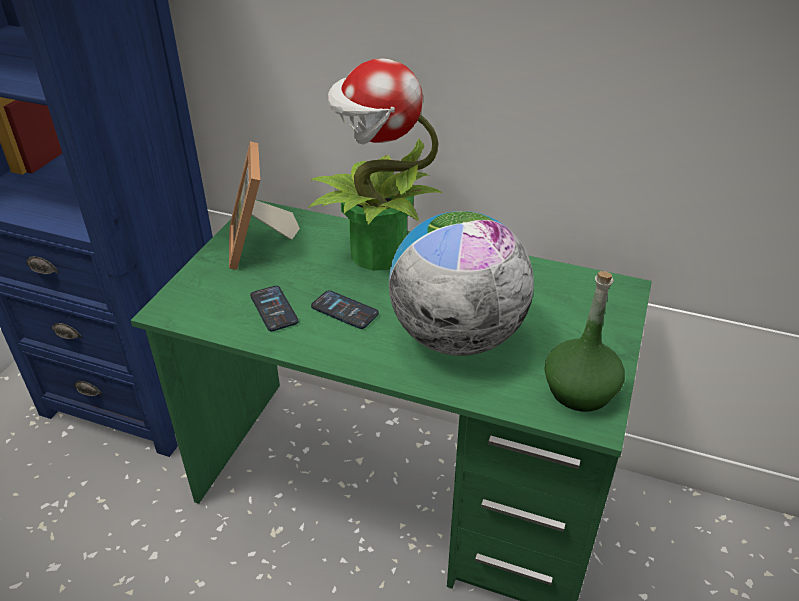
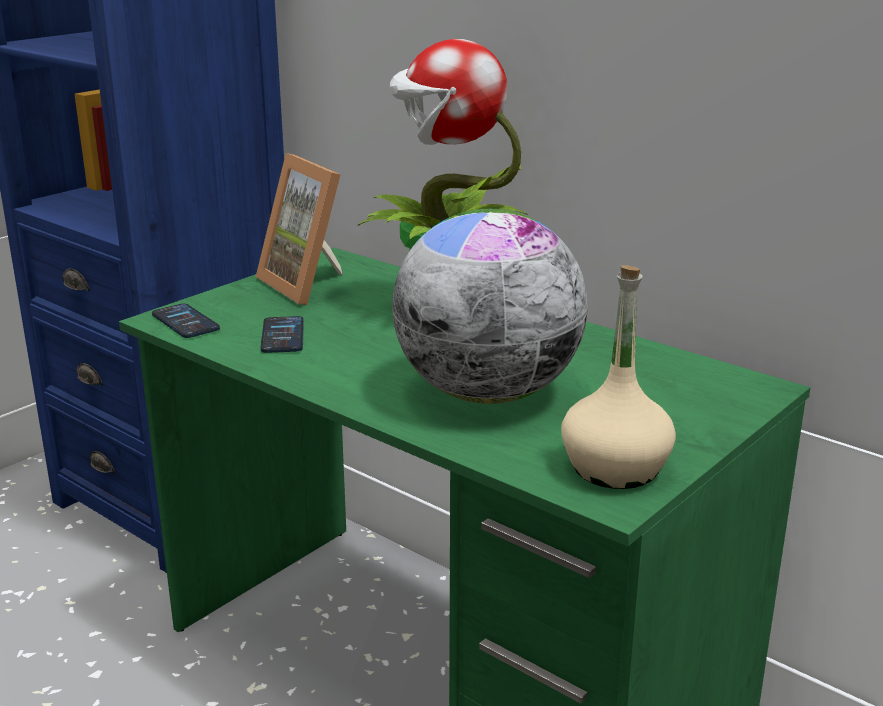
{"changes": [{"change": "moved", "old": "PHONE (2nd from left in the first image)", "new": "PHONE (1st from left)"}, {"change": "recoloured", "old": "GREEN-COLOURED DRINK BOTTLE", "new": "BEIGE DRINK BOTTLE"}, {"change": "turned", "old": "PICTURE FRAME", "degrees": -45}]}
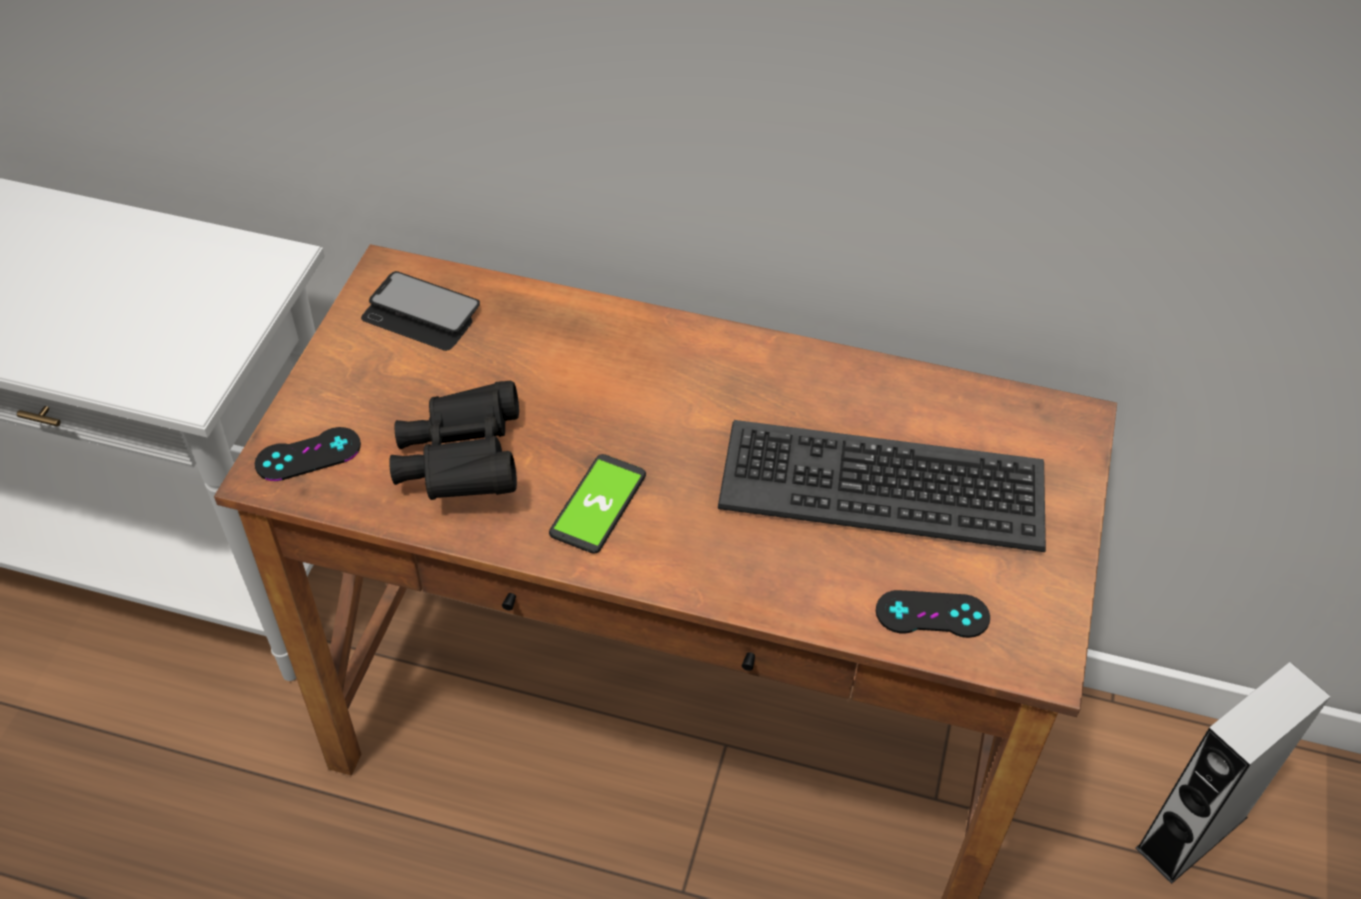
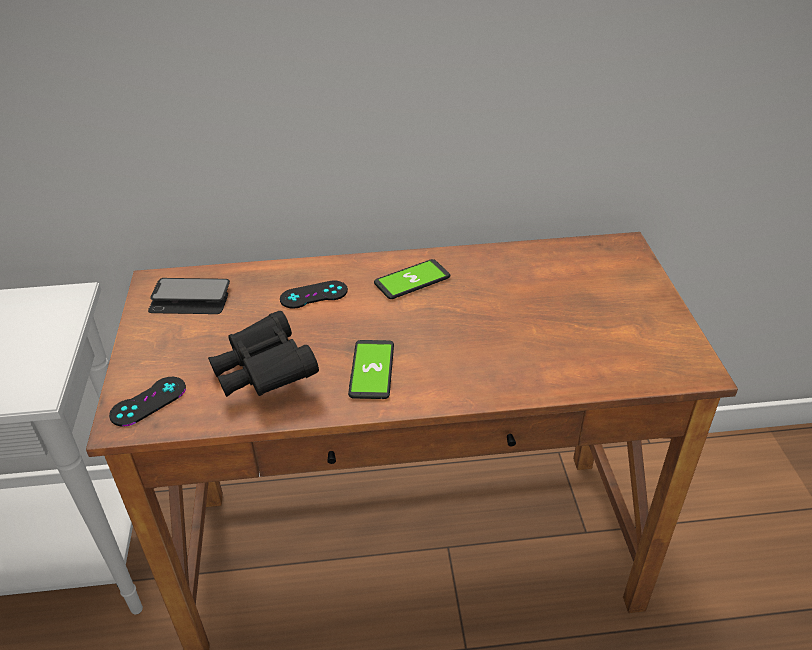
{"changes": [{"change": "removed", "old": "KEYBOARD"}, {"change": "removed", "old": "GREY LOUDSPEAKER"}, {"change": "added", "new": "PHONE (3rd from left)"}, {"change": "moved", "old": "BLACKISH GAME CONTROLLER (2nd from left)"}]}
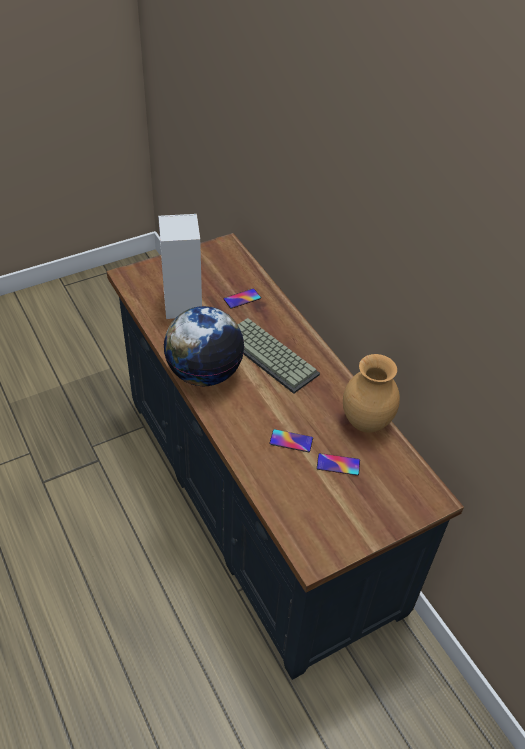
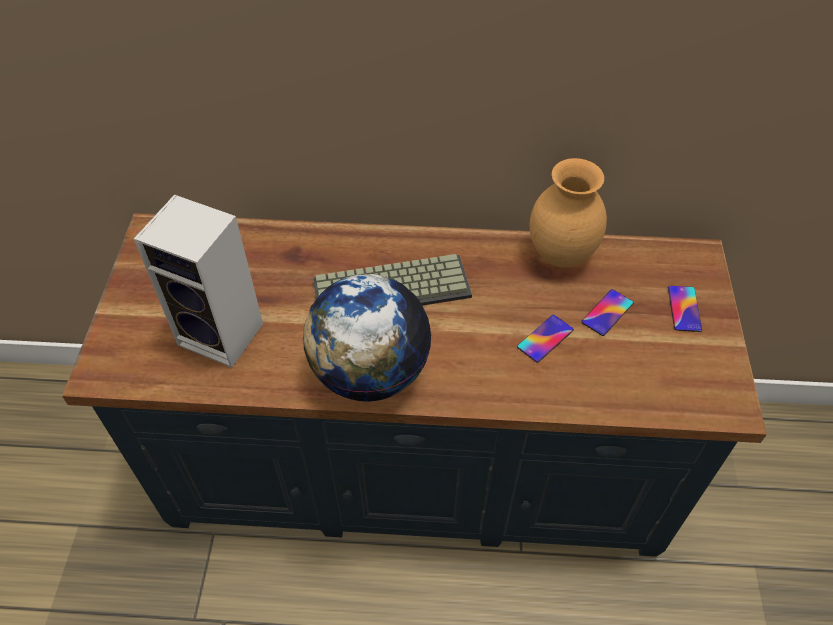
{"changes": [{"change": "moved", "old": "PHONE (1st from left in the first image)", "new": "PHONE (3rd from left)"}]}
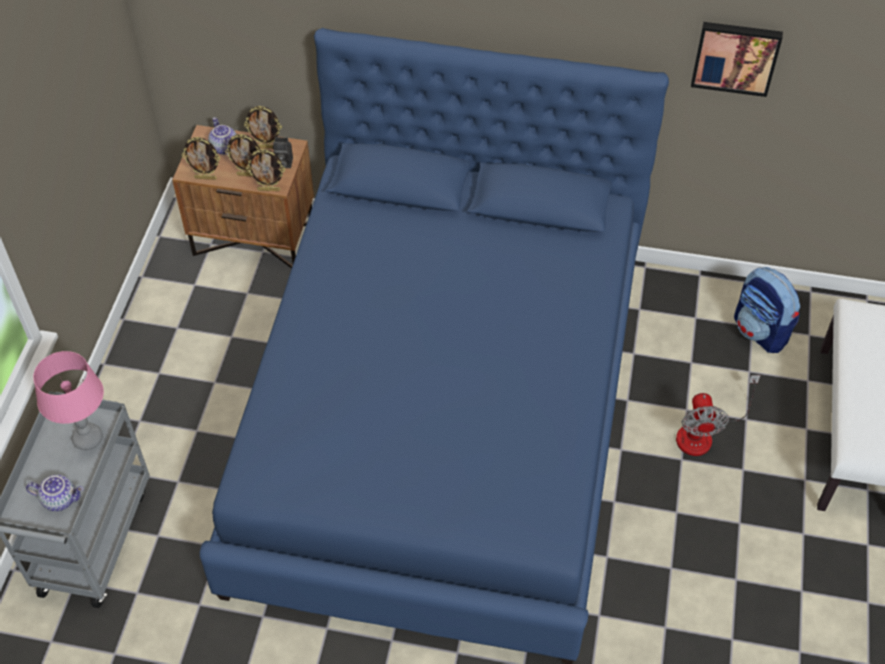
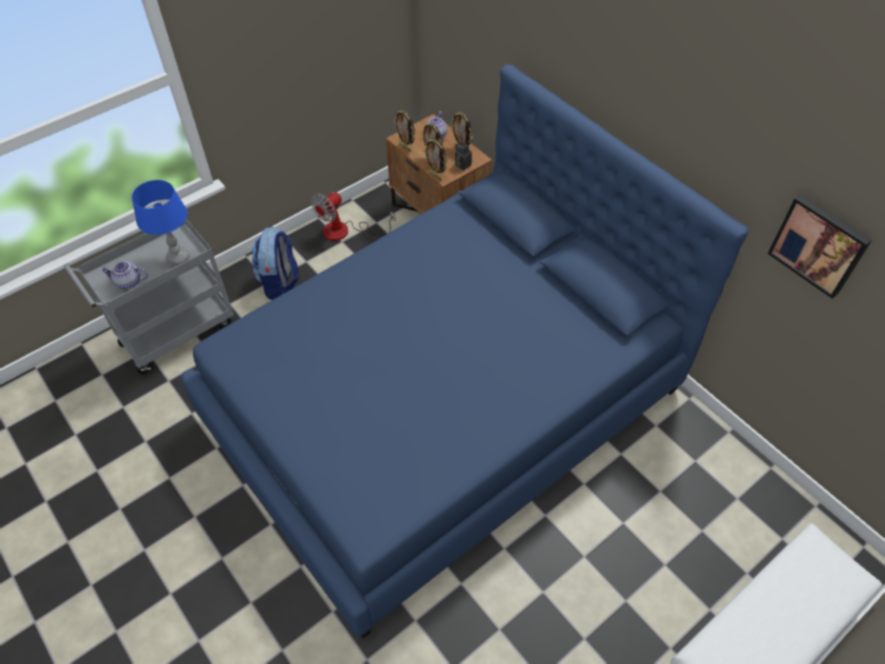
{"changes": [{"change": "moved", "old": "ELECTRIC FAN"}, {"change": "moved", "old": "RUCKSACK"}, {"change": "recoloured", "old": "PINK-COLOURED TABLETOP LAMP", "new": "BLUE-COLOURED TABLETOP LAMP"}, {"change": "turned", "old": "TEA POT (1st from left)", "degrees": 135}]}
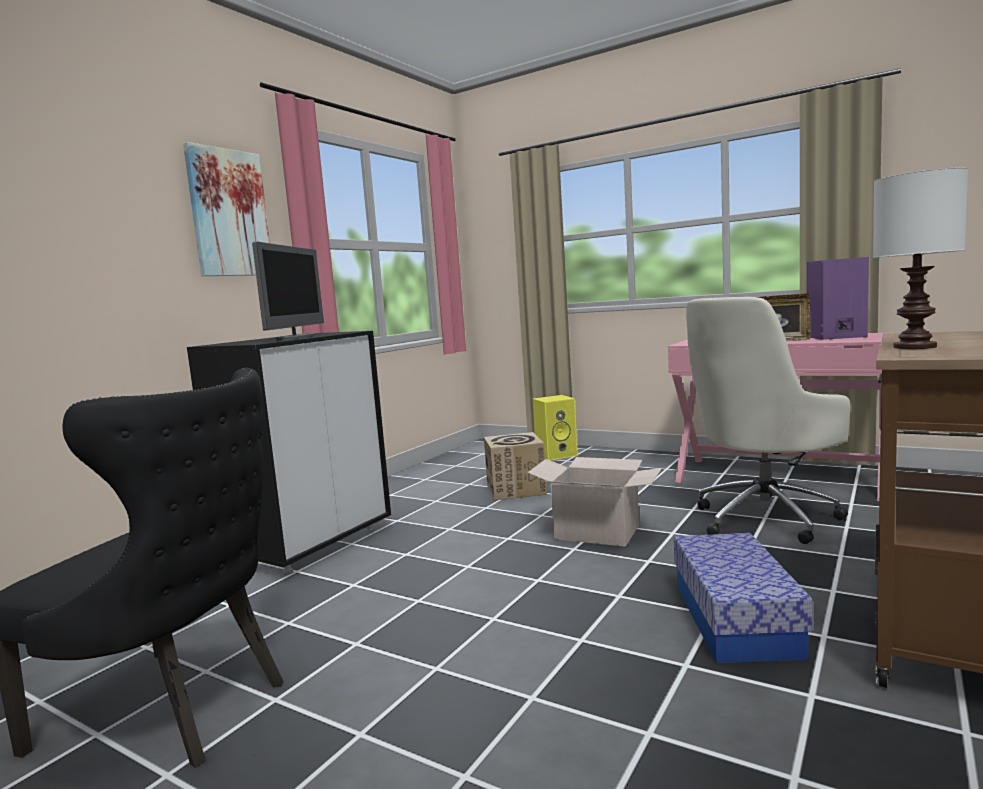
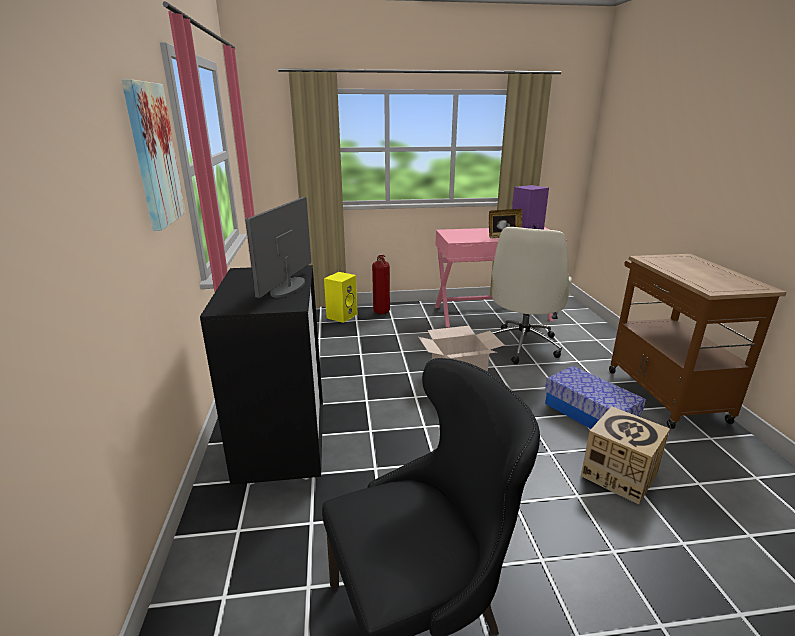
{"changes": [{"change": "removed", "old": "WHITE-COLOURED TABLETOP LAMP"}, {"change": "added", "new": "FIRE EXTINGUISHER"}, {"change": "moved", "old": "CARTON (1st from left in the first image)", "new": "CARTON (2nd from left)"}, {"change": "turned", "old": "MONITOR", "degrees": -135}]}
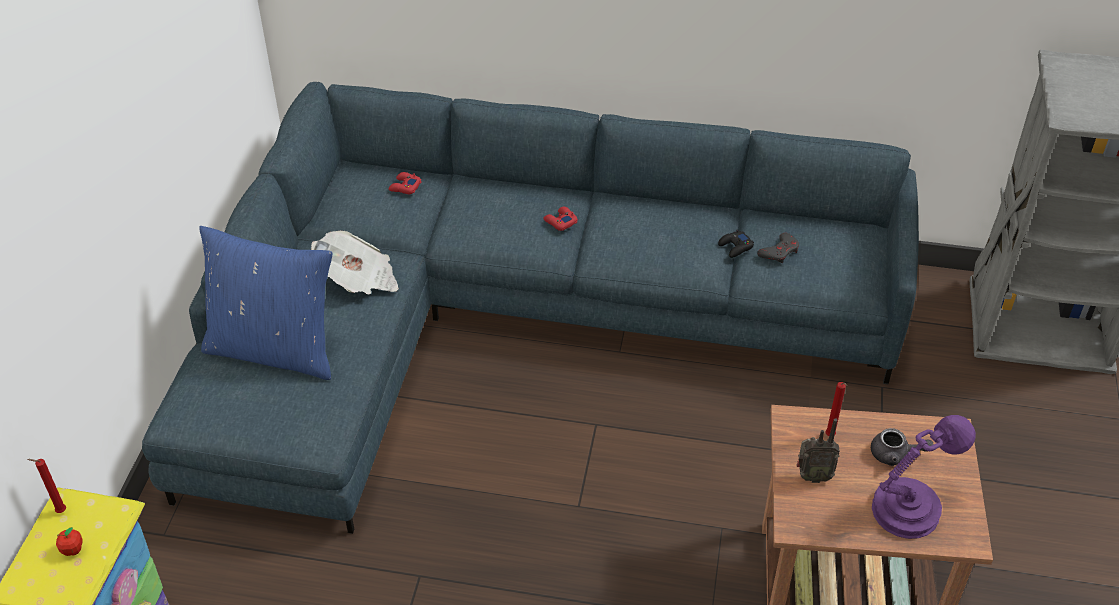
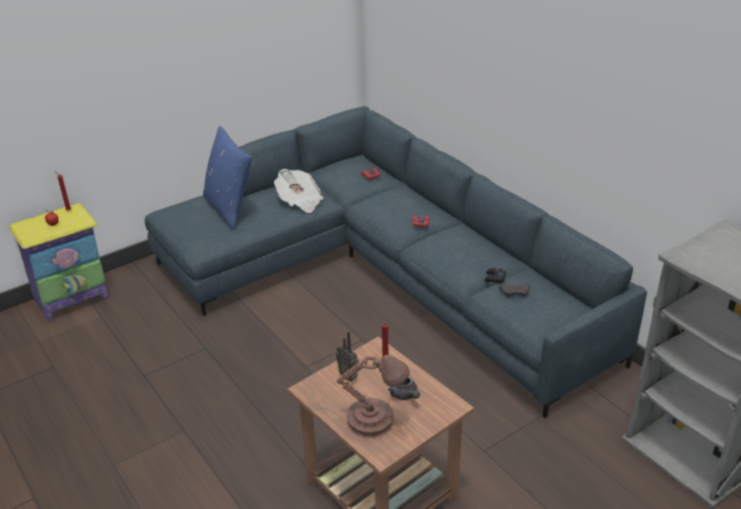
{"changes": [{"change": "recoloured", "old": "PURPLE-COLOURED TABLETOP LAMP", "new": "BROWN TABLETOP LAMP"}]}
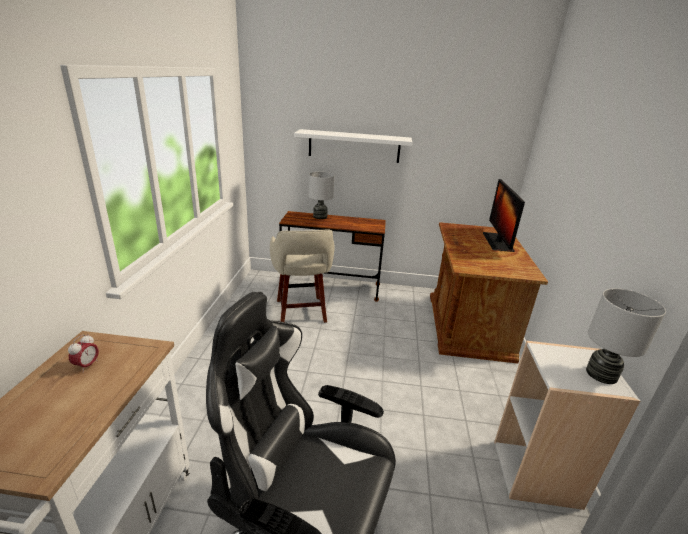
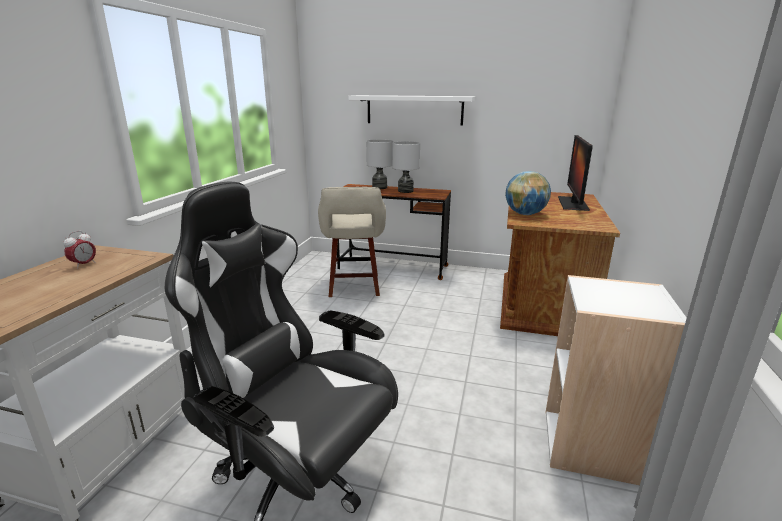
{"changes": [{"change": "added", "new": "DESK GLOBE"}, {"change": "moved", "old": "GREY TABLETOP LAMP (2nd from left)"}]}
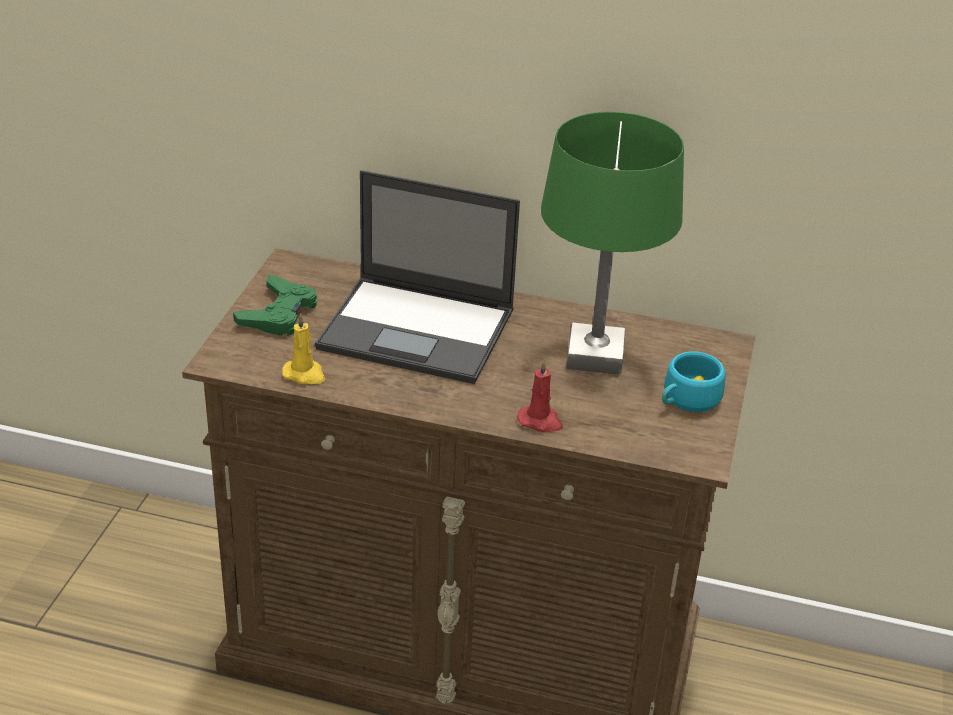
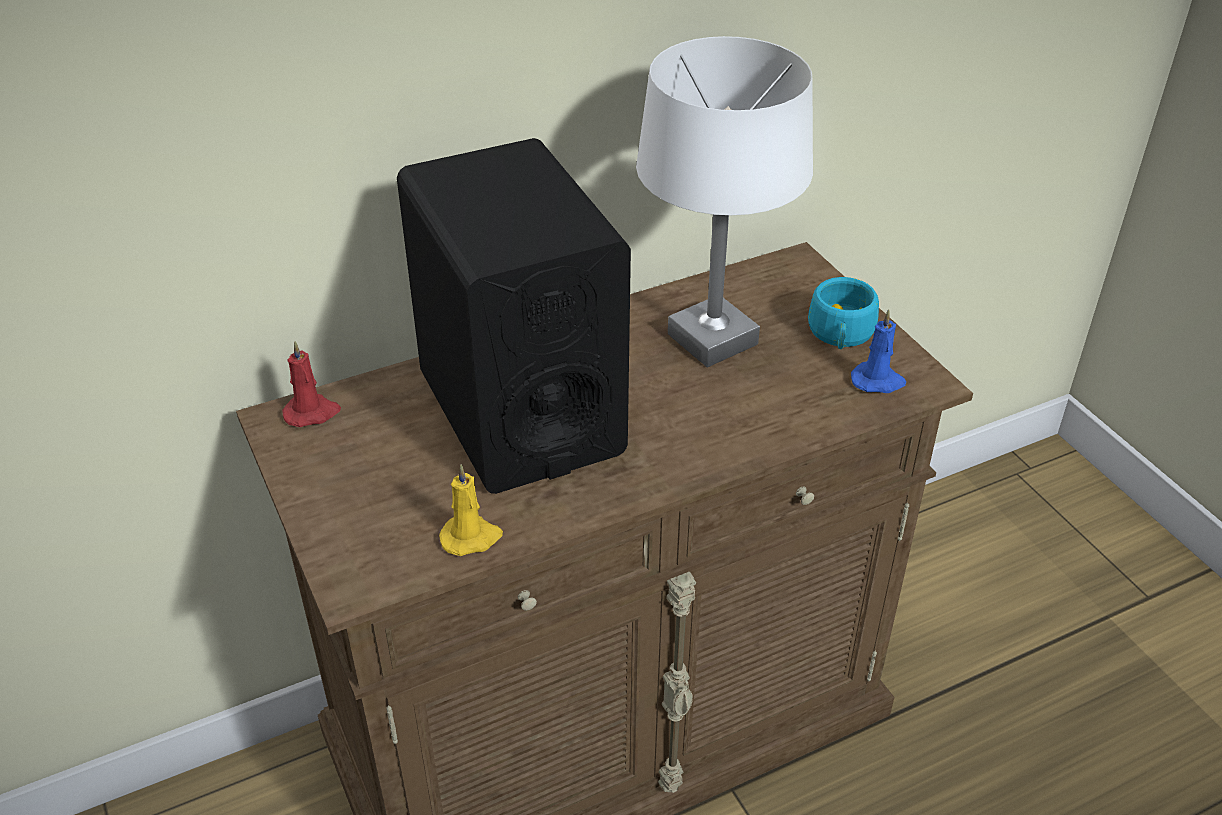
{"changes": [{"change": "removed", "old": "GREEN-COLOURED GAME CONTROLLER"}, {"change": "added", "new": "BLUE-COLOURED WAX LIGHT"}, {"change": "moved", "old": "RED WAX LIGHT"}, {"change": "replaced", "old": "PORTABLE COMPUTER", "new": "BLACKISH LOUDSPEAKER"}, {"change": "recoloured", "old": "GREEN-COLOURED TABLETOP LAMP", "new": "WHITE-COLOURED TABLETOP LAMP"}]}
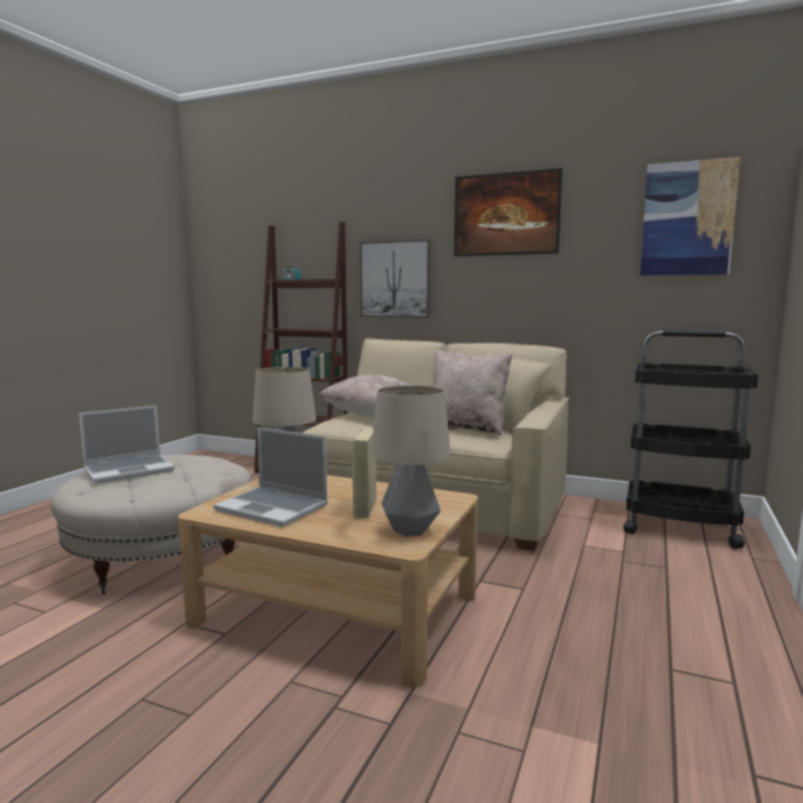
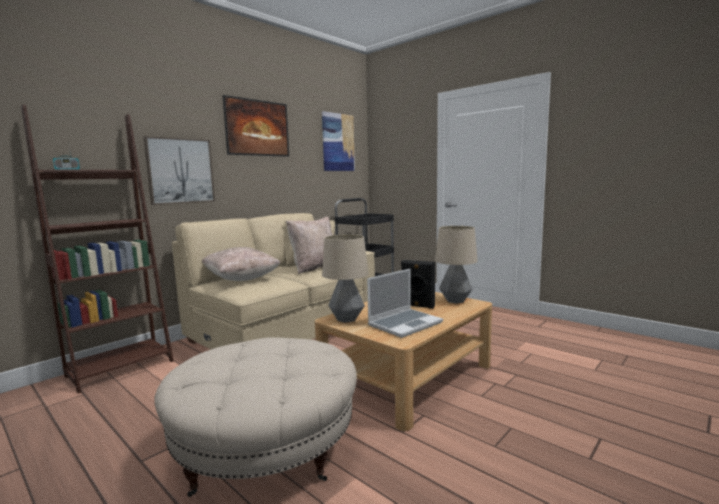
{"changes": [{"change": "removed", "old": "PORTABLE COMPUTER (1st from left)"}, {"change": "recoloured", "old": "BEIGE LOUDSPEAKER", "new": "BLACKISH LOUDSPEAKER"}]}
